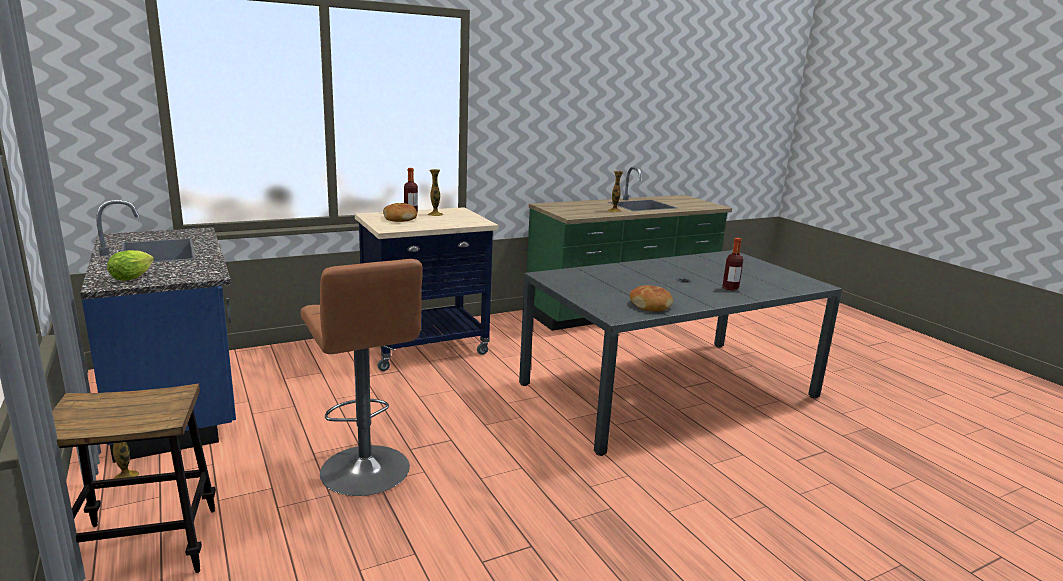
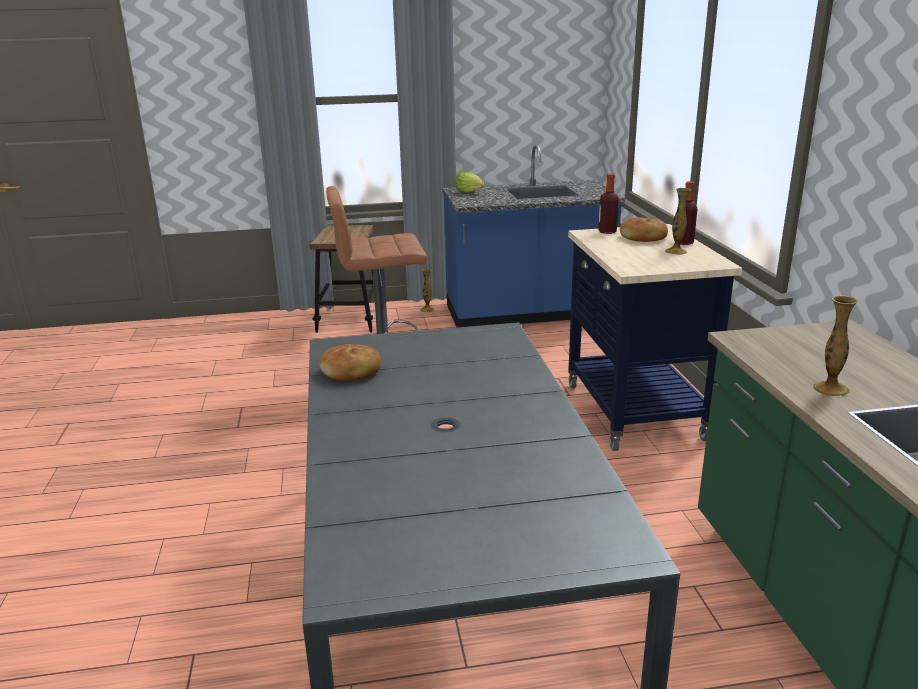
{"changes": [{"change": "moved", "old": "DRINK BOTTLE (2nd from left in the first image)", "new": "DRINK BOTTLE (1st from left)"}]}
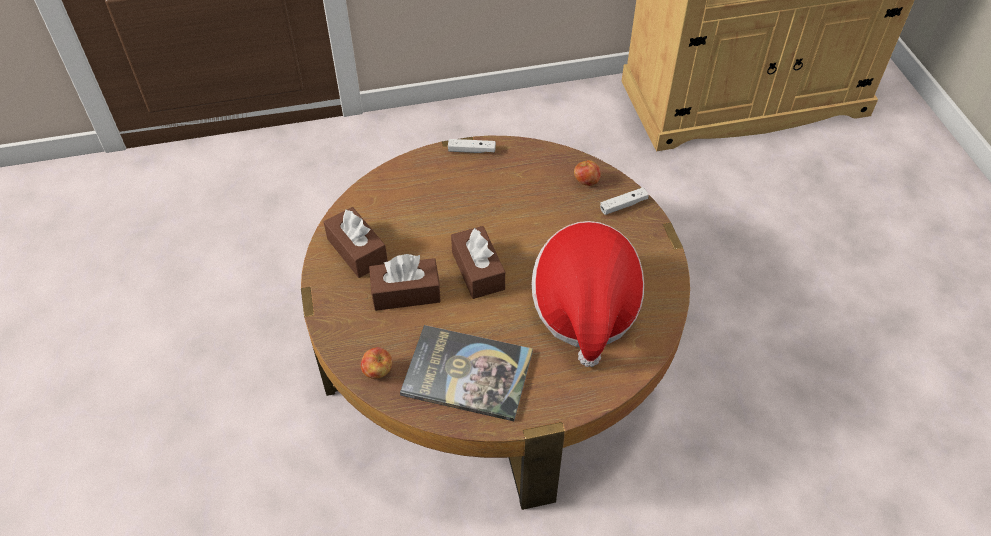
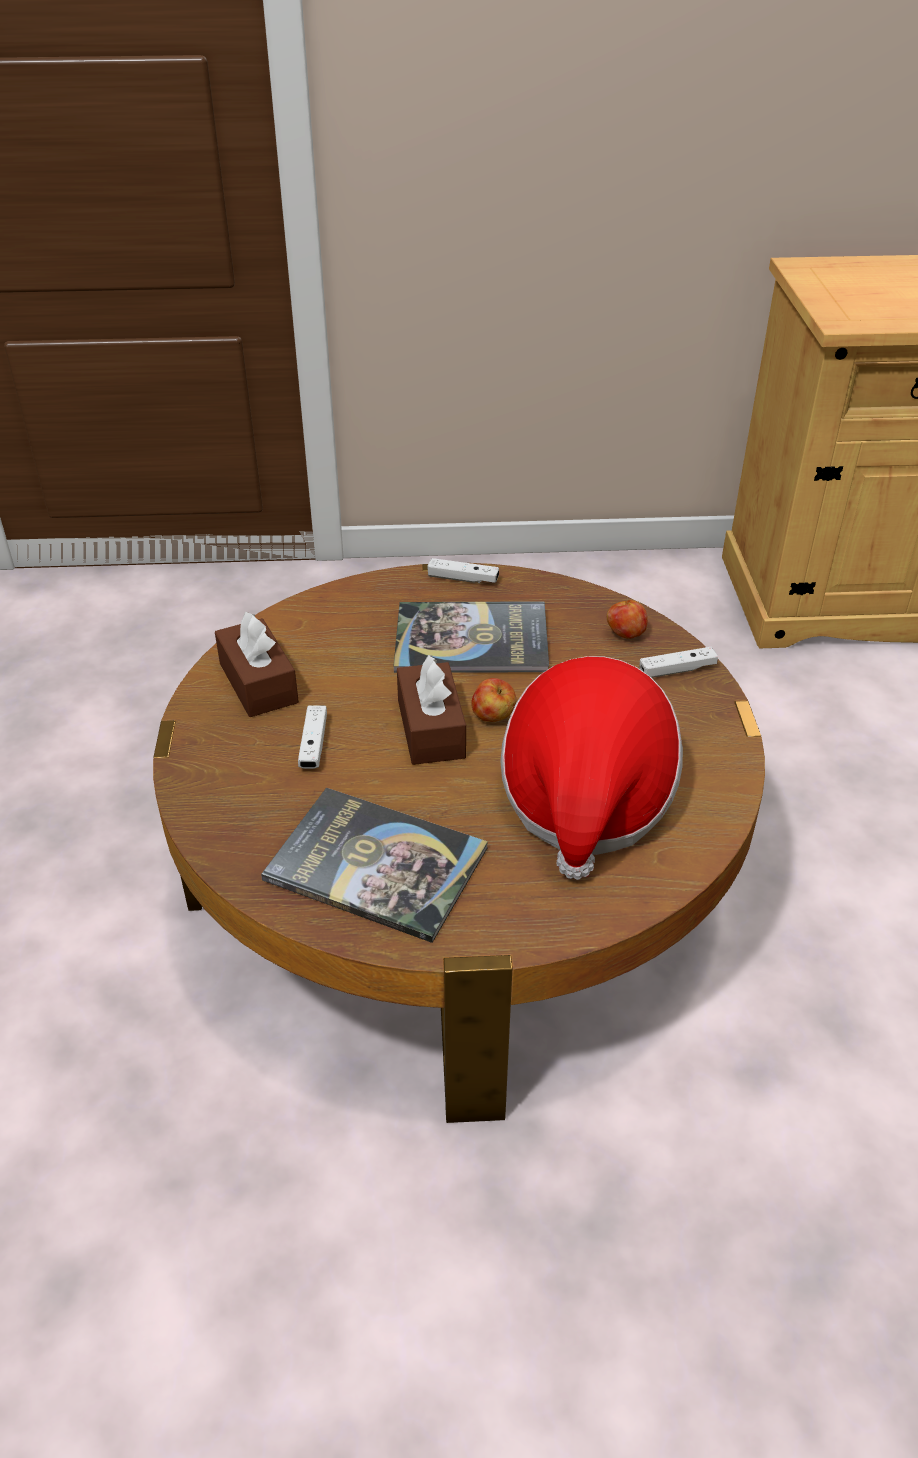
{"changes": [{"change": "added", "new": "BOOK (2nd from left)"}, {"change": "moved", "old": "WHOLE APPLE (1st from left)"}, {"change": "replaced", "old": "BROWN BOX OF TISSUES (2nd from left)", "new": "WHITE-COLOURED GAME CONTROLLER (1st from left)"}]}
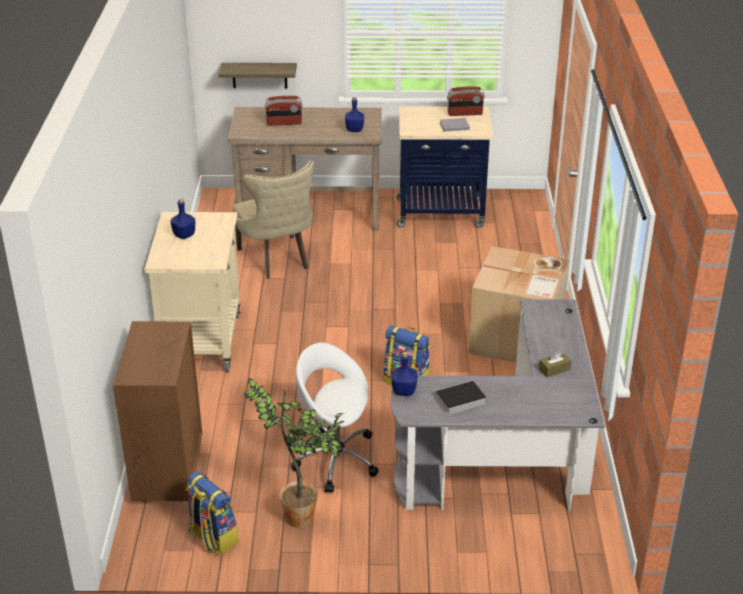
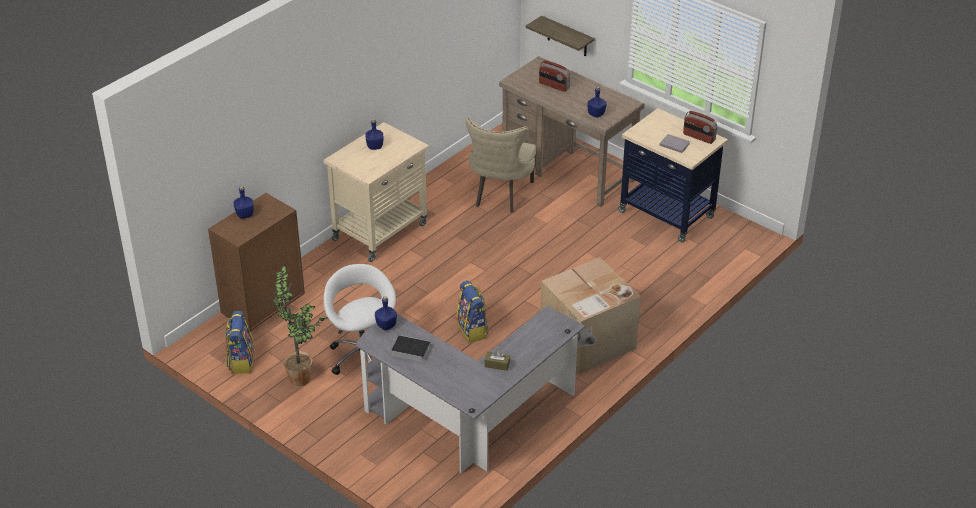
{"changes": [{"change": "added", "new": "BLUE-COLOURED DRINK BOTTLE (1st from left)"}]}
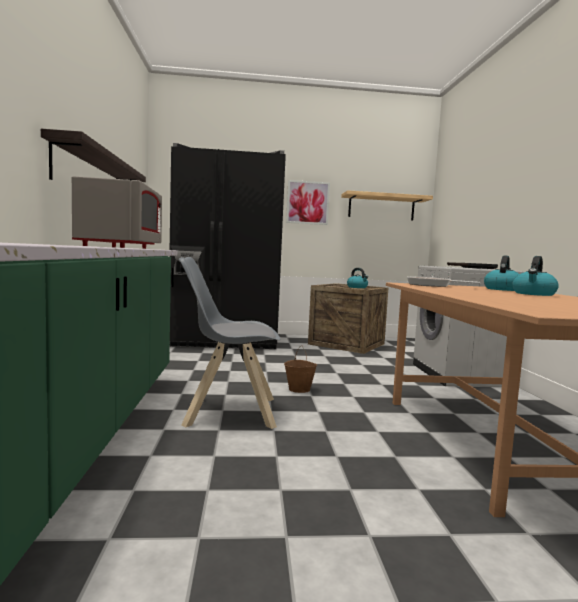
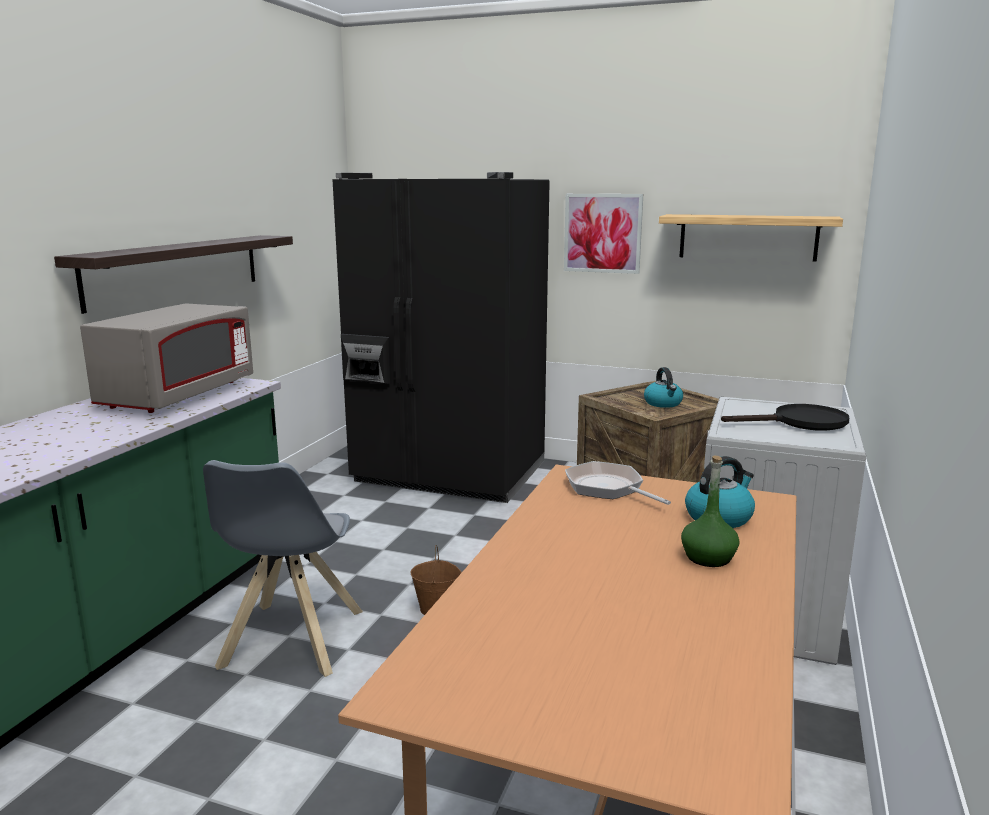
{"changes": [{"change": "replaced", "old": "KETTLE (3rd from left)", "new": "GREEN-COLOURED DRINK BOTTLE"}, {"change": "turned", "old": "GREY UPRIGHT CHAIR", "degrees": -105}]}
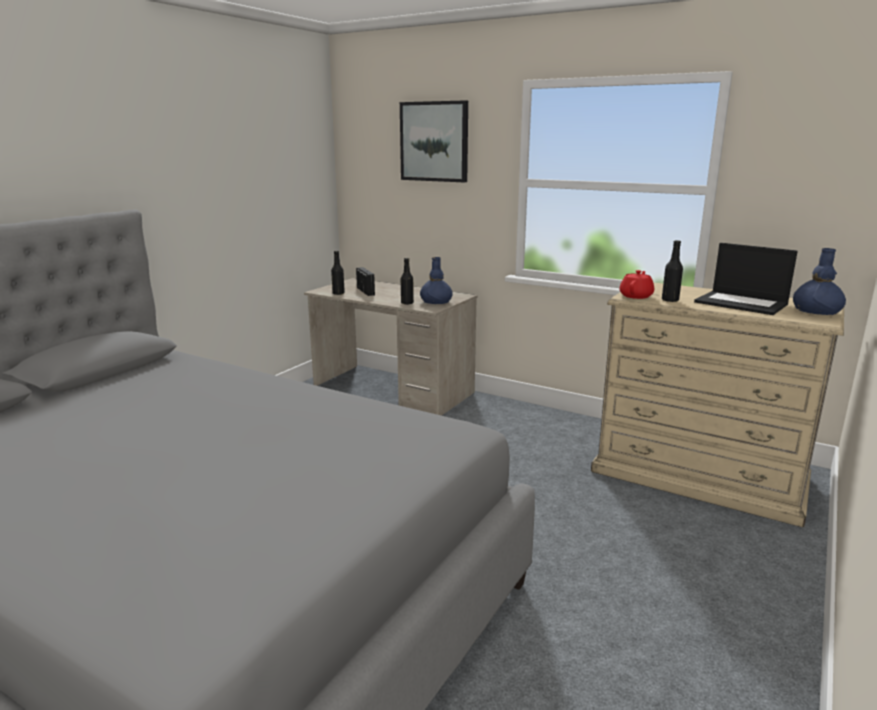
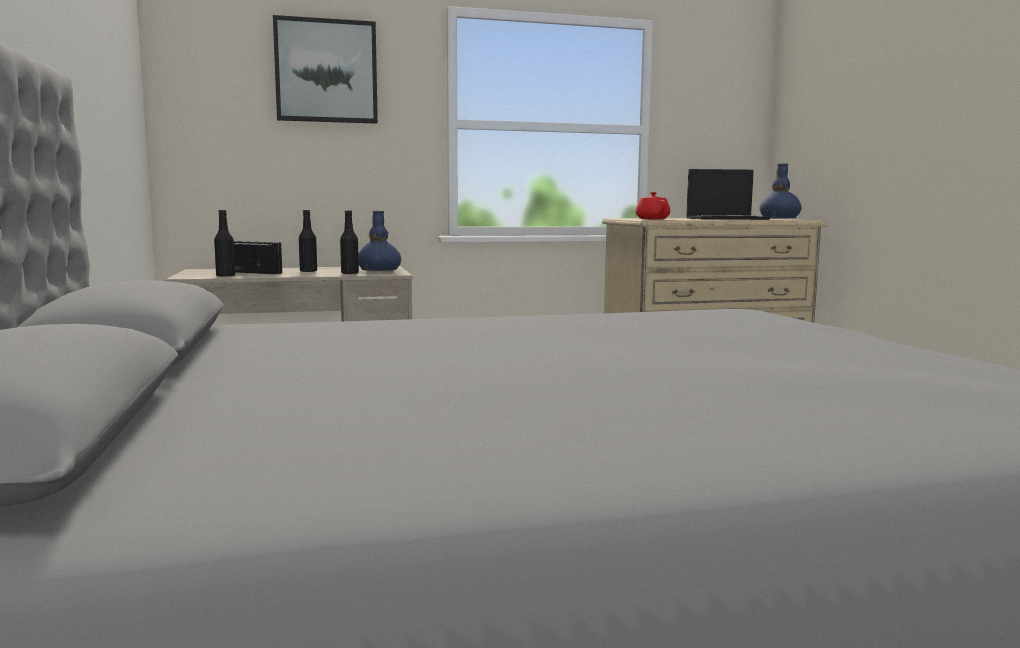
{"changes": [{"change": "moved", "old": "BLACKISH DRINK BOTTLE (3rd from left in the first image)", "new": "BLACKISH DRINK BOTTLE (2nd from left)"}]}
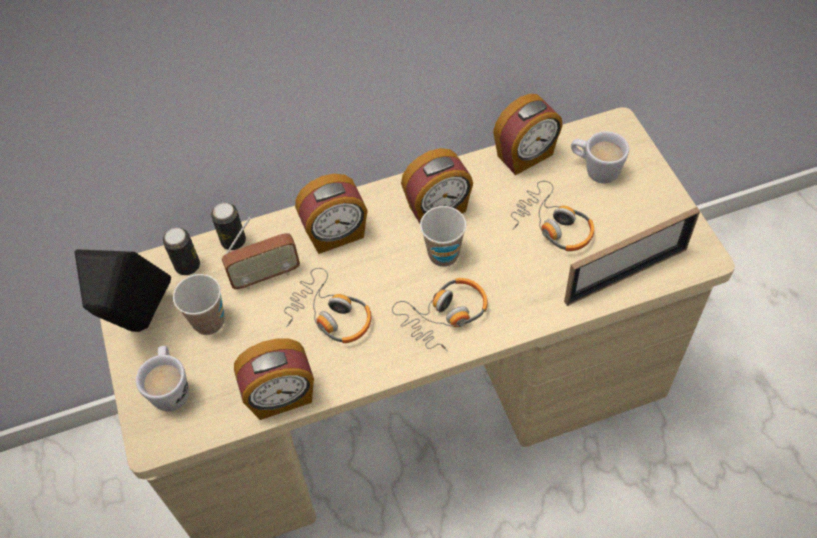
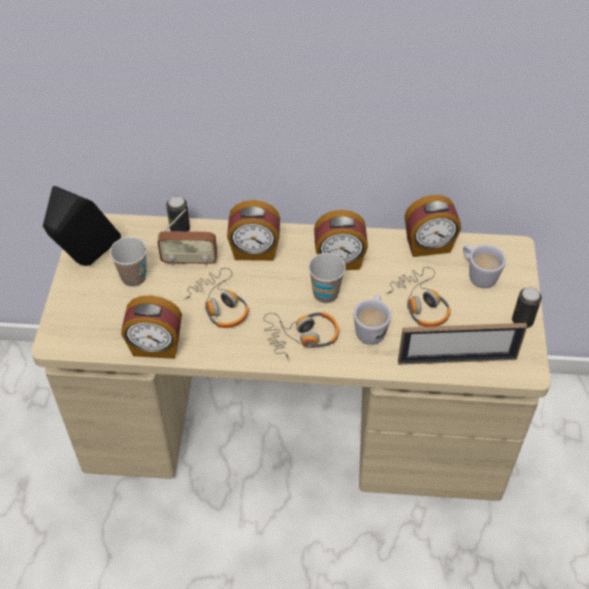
{"changes": [{"change": "moved", "old": "WHITE-COLOURED TEA MUG (1st from left)"}, {"change": "moved", "old": "CAN (1st from left in the first image)", "new": "CAN (2nd from left)"}]}
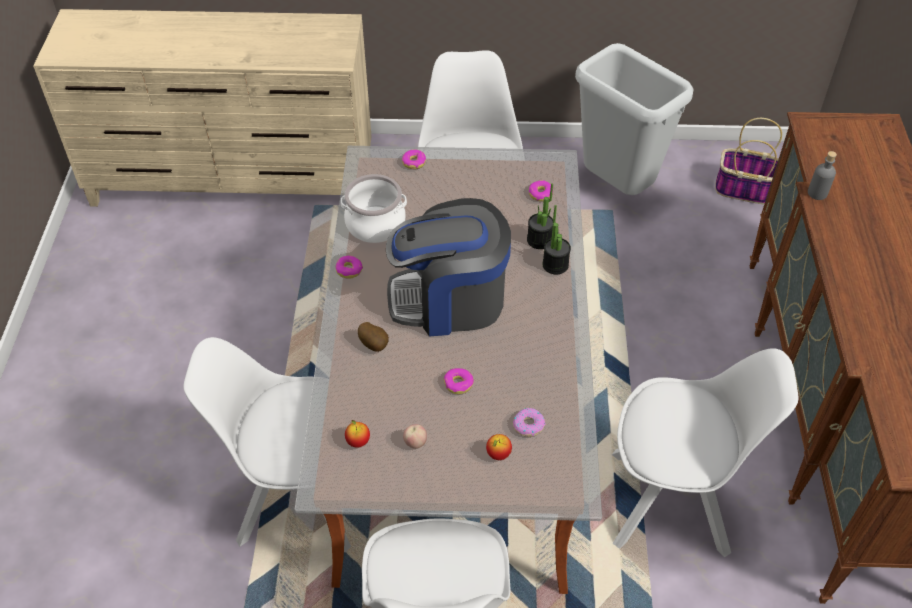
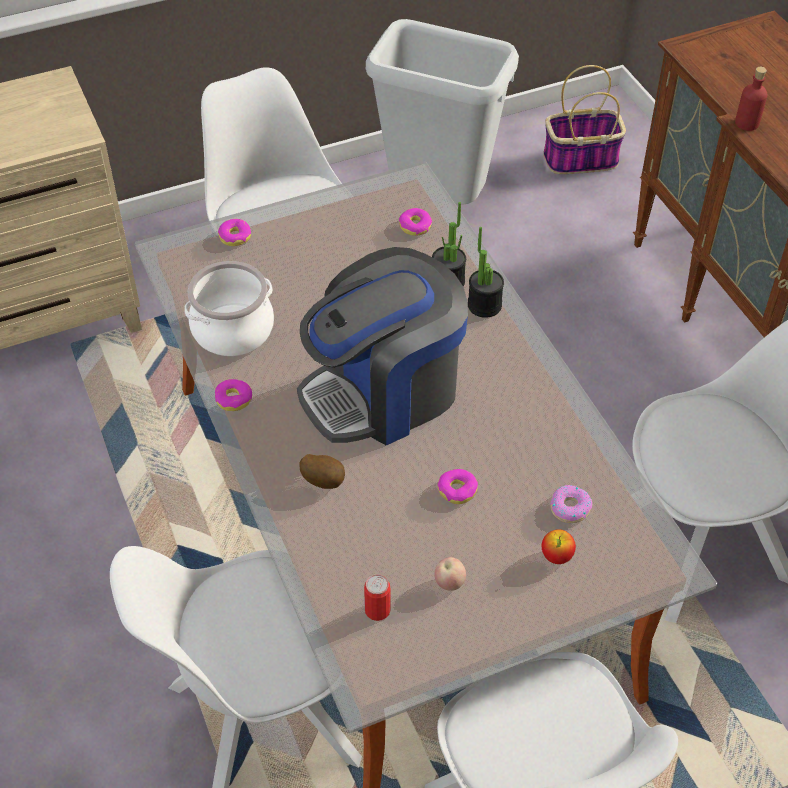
{"changes": [{"change": "replaced", "old": "WHOLE APPLE (1st from left)", "new": "CAN"}, {"change": "recoloured", "old": "GREY DRINK BOTTLE", "new": "RED DRINK BOTTLE"}]}
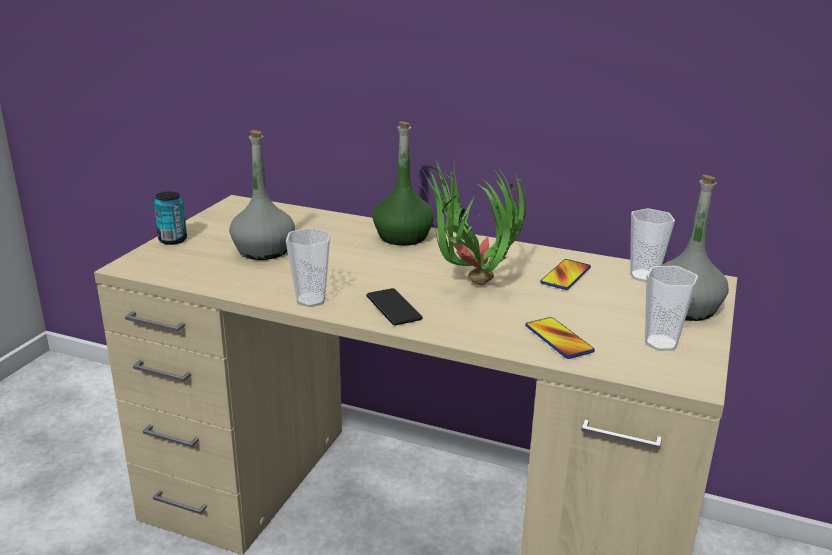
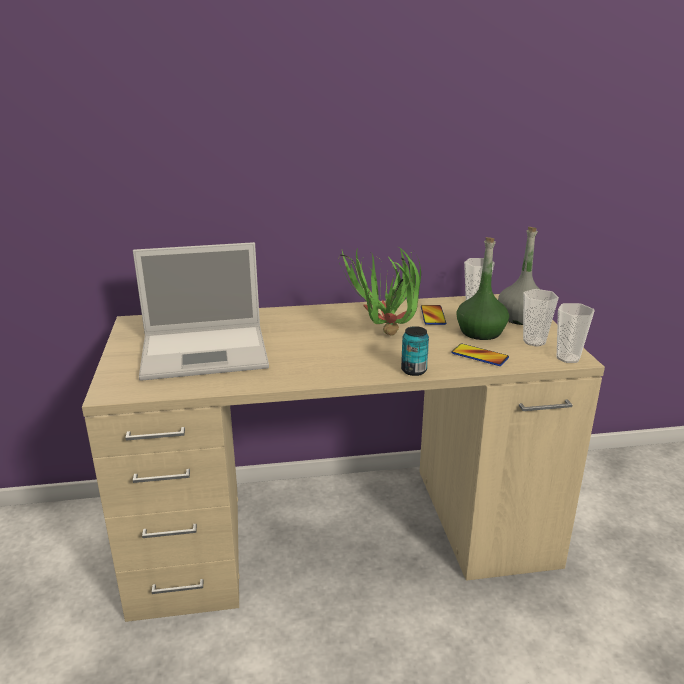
{"changes": [{"change": "removed", "old": "PHONE (1st from left)"}, {"change": "moved", "old": "CAN"}, {"change": "moved", "old": "DRINKING CUP (1st from left in the first image)", "new": "DRINKING CUP (3rd from left)"}, {"change": "moved", "old": "GREEN-COLOURED DRINK BOTTLE"}, {"change": "replaced", "old": "GREY DRINK BOTTLE (1st from left)", "new": "PORTABLE COMPUTER"}]}
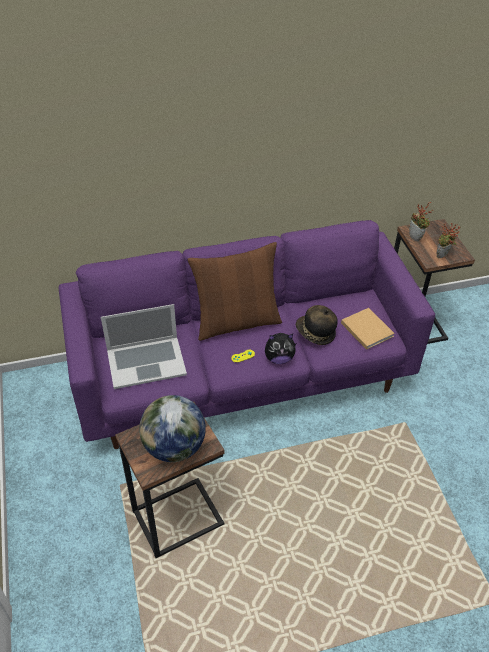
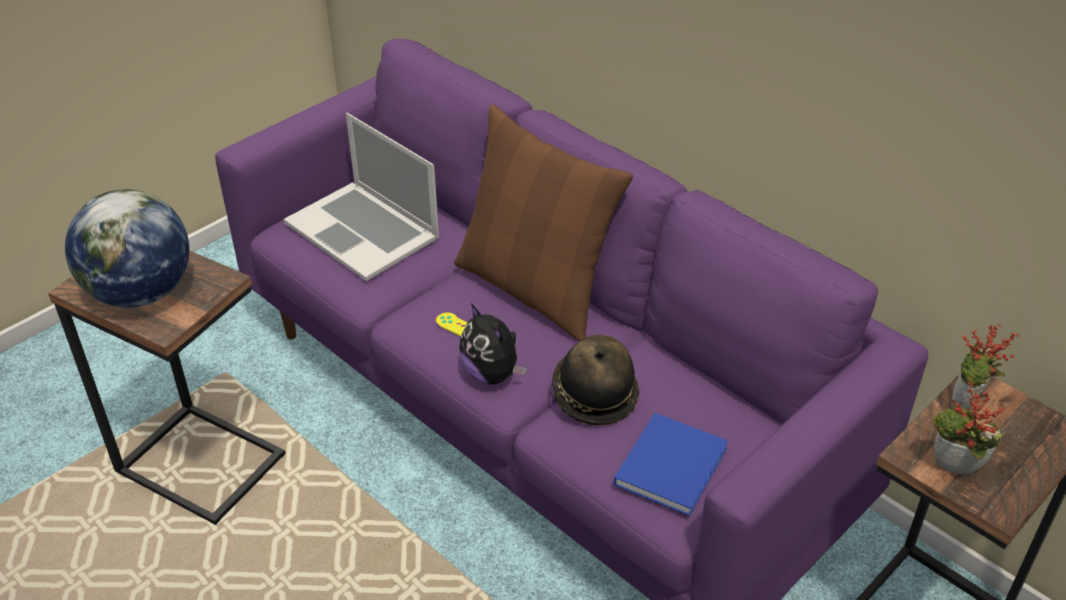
{"changes": [{"change": "recoloured", "old": "BEIGE BOOK", "new": "BLUE-COLOURED BOOK"}]}
